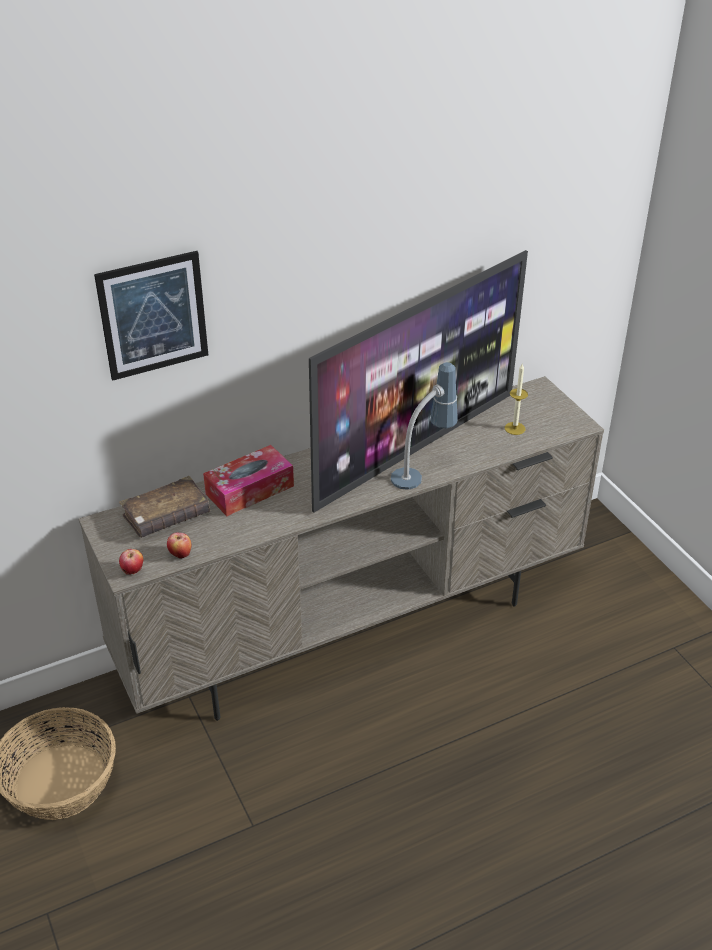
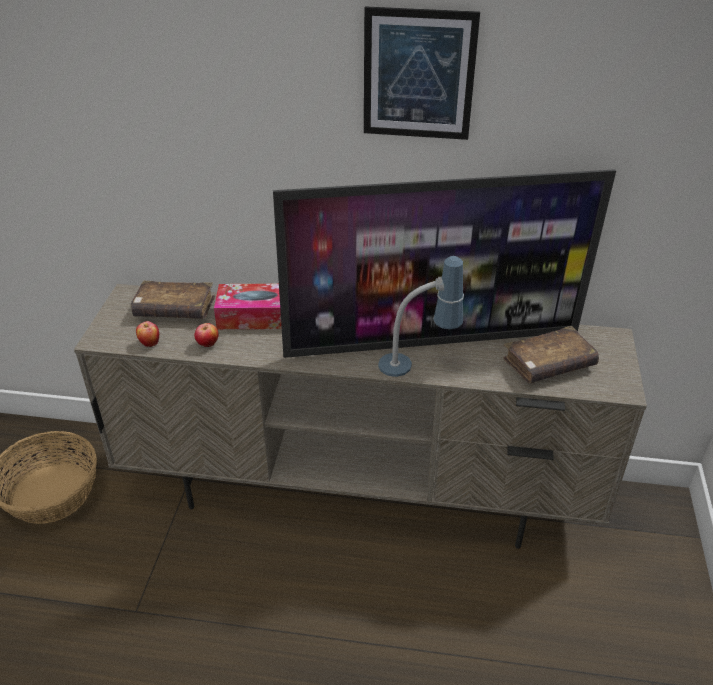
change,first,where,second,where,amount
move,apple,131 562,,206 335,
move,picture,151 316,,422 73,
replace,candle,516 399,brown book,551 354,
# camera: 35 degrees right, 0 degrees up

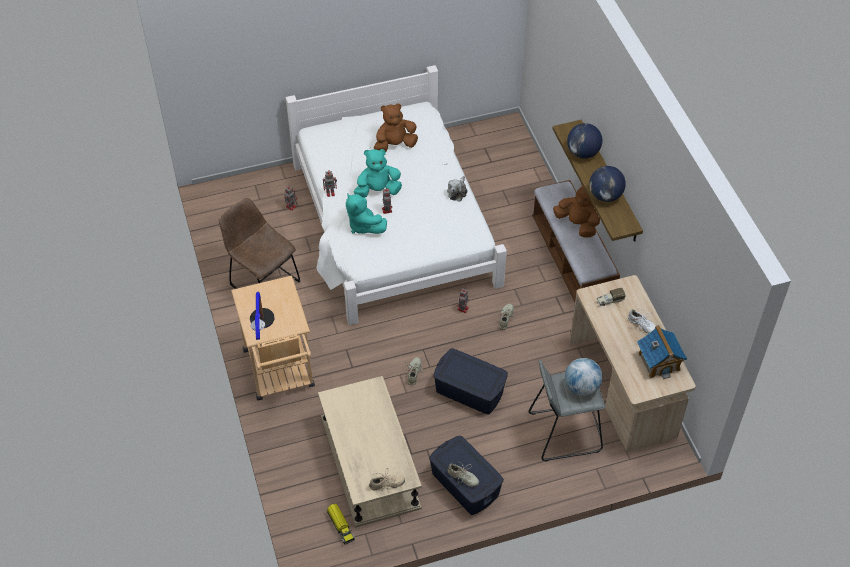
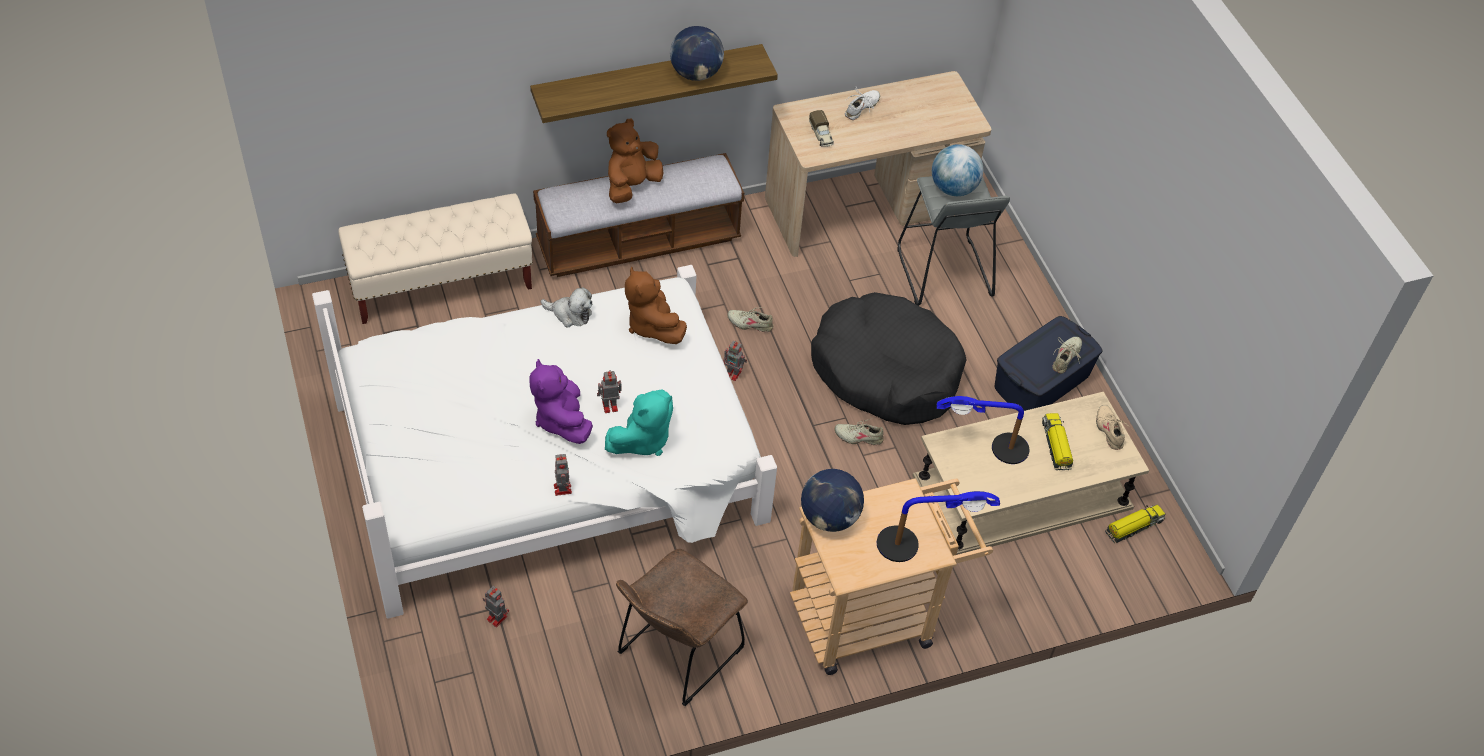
change,first,where,second,where,amount
insert,,,beige bench,435 258,
recolor,turquoise plush toy,378 173,purple plush toy,561 401,
move,brown plush toy,396 127,,656 305,
move,globe,585 140,,832 500,
replace,blue storage box,471 382,black dog bed,889 358,
insert,,,table lamp,982 430,
insert,,,toy truck,1057 441,
delete,toy house,662 352,,,
# camera: 95 degrees left, 0 degrees up

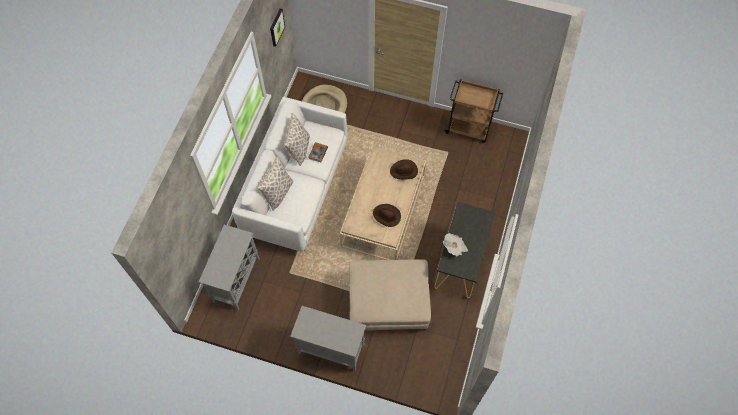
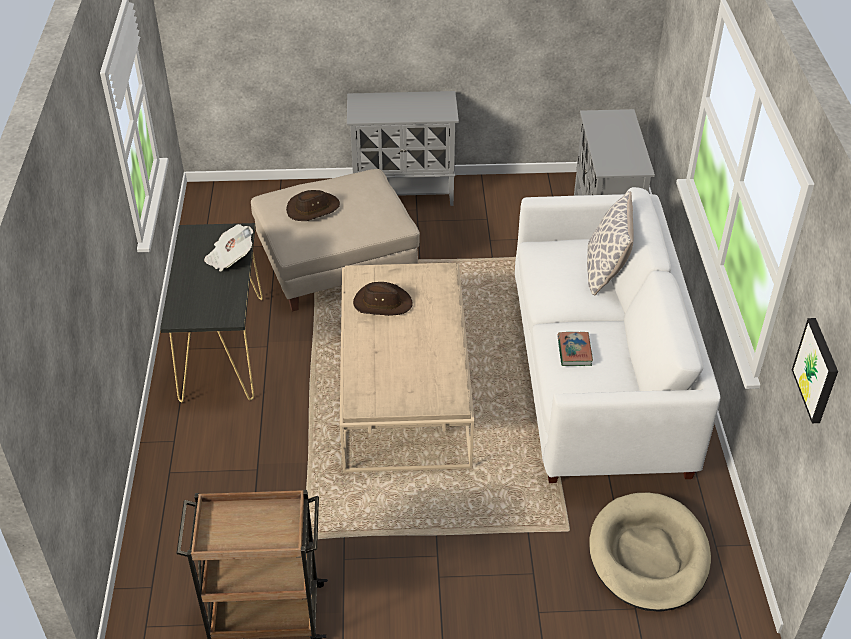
change,first,where,second,where,amount
move,brown hat,404 169,,313 205,
delete,pillow,297 139,,,
# camera: 160 degrees right, 20 degrees down

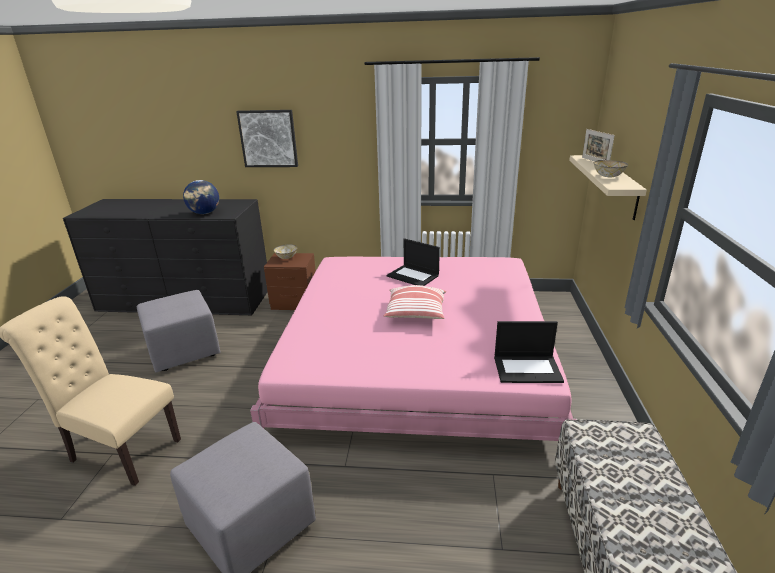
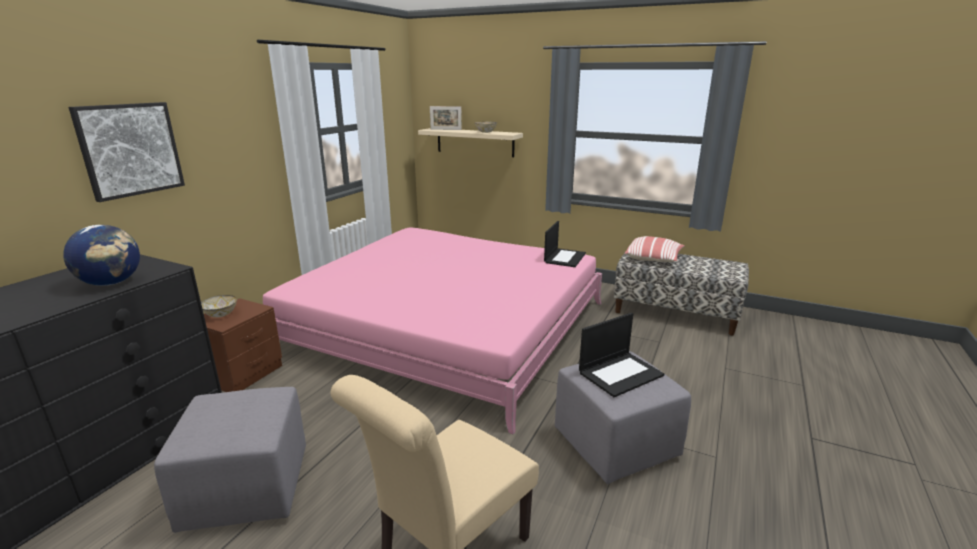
change,first,where,second,where,amount
move,laptop,413 262,,621 355,
move,pillow,415 302,,655 249,
# camera: 70 degrees left, 5 degrees down

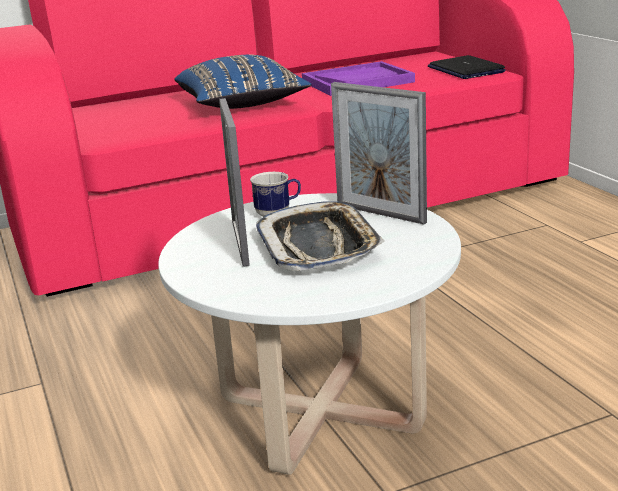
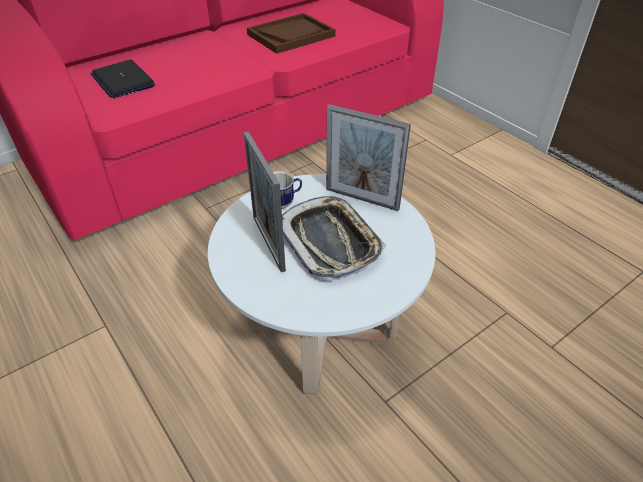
change,first,where,second,where,amount
move,laptop,467 67,,122 79,
recolor,purple tray,358 78,brown tray,291 33,
delete,blue pillow,243 82,,,
# camera: 15 degrees left, 20 degrees up

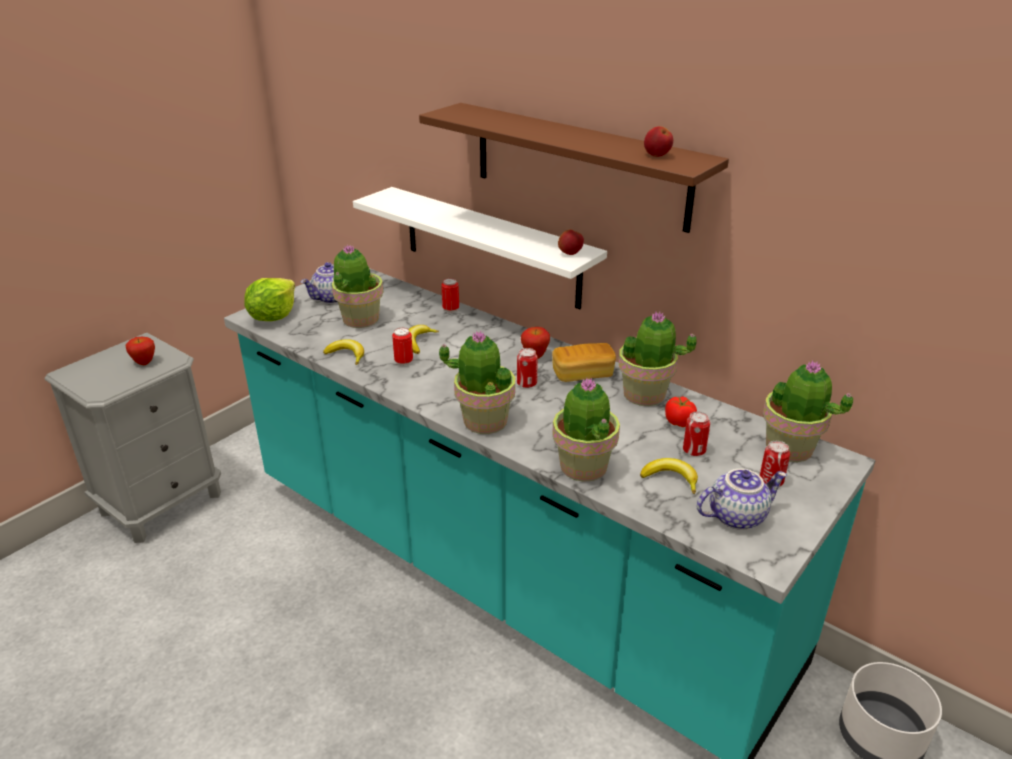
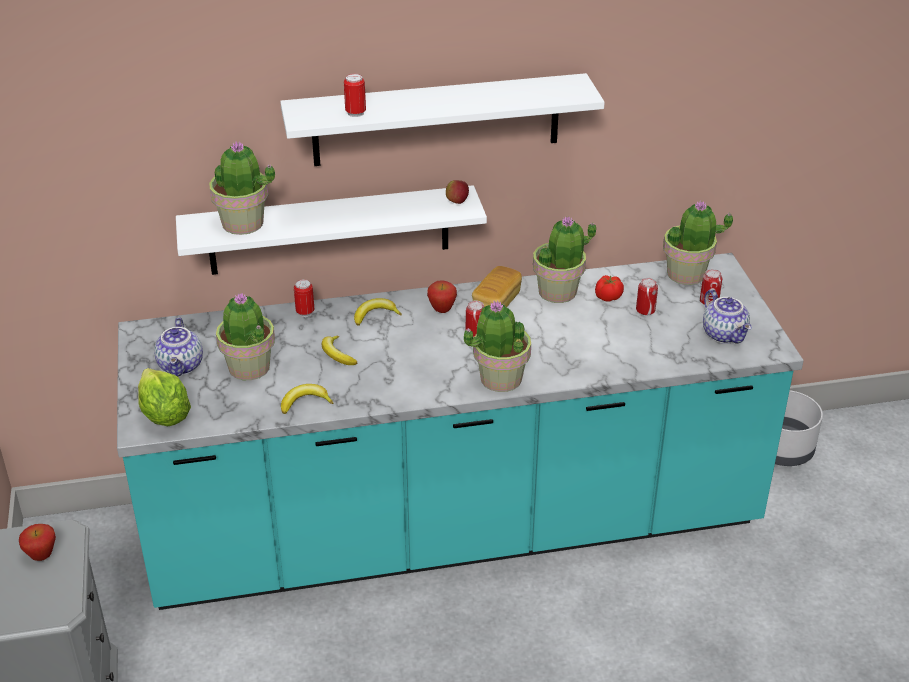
change,first,where,second,where,amount
move,potted plant,586 430,,242 188,
recolor,brown shelf,574 168,white shelf,442 119,
move,can,402 347,,355 95,
move,banana,669 476,,378 312,
rotate,teapot,742 499,,727 316,135 degrees clockwise
delete,apple,658 141,,,
# camera: 50 degrees left, 5 degrees up

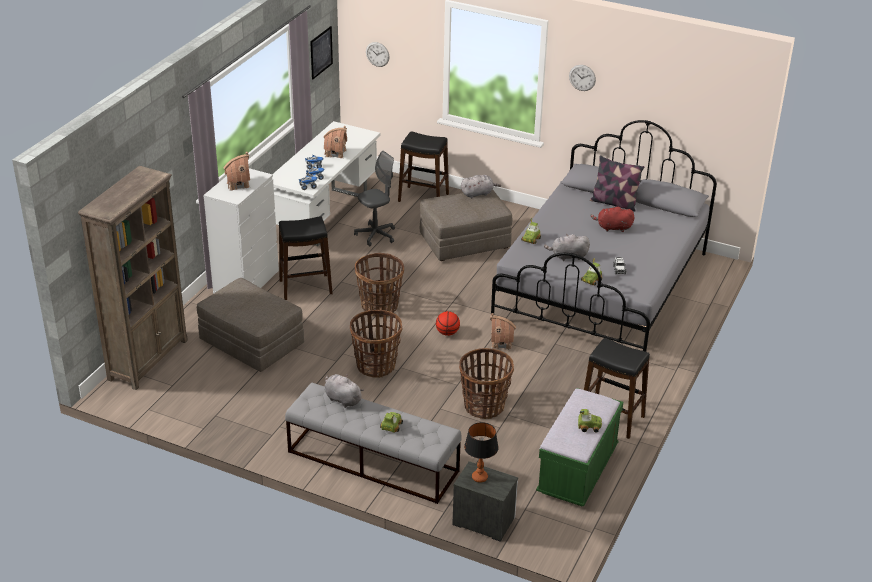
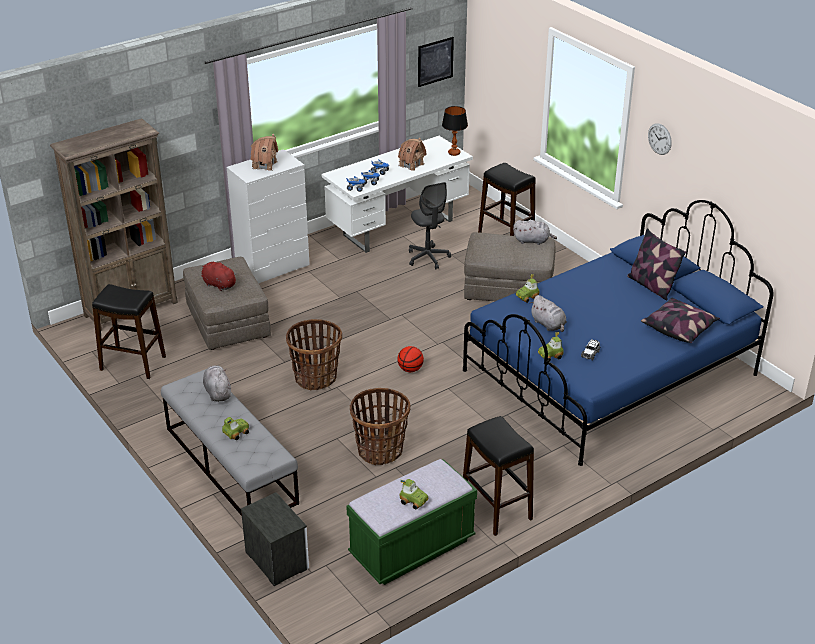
change,first,where,second,where,amount
move,black stool,306 258,,129 331,
move,red plush toy,612 219,,219 276,
rotate,grey office chair,374 198,,430 225,75 degrees clockwise
move,table lamp,481 452,,455 131,
recolor,grey bed,603 236,blue bed,618 333,
rotate,grey plush toy,567 247,,548 313,150 degrees counterclockwise
insert,,,pillow,680 320,
delete,basket,379 285,,,
delete,wall clock,378 54,,,
delete,toy house,503 331,,,
# camera: 30 degrees right, 0 degrees up

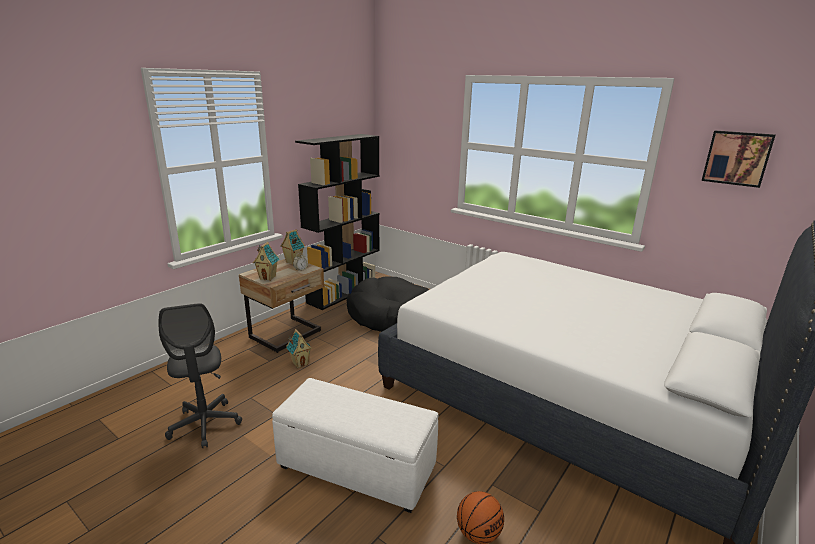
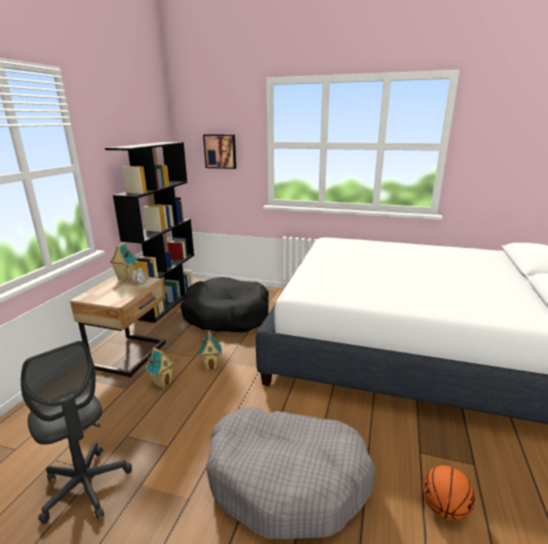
change,first,where,second,where,amount
move,toy house,266 261,,210 350,
move,picture,739 159,,219 151,
replace,white ottoman,355 445,grey dog bed,291 473,
# camera: 20 degrees left, 0 degrees up

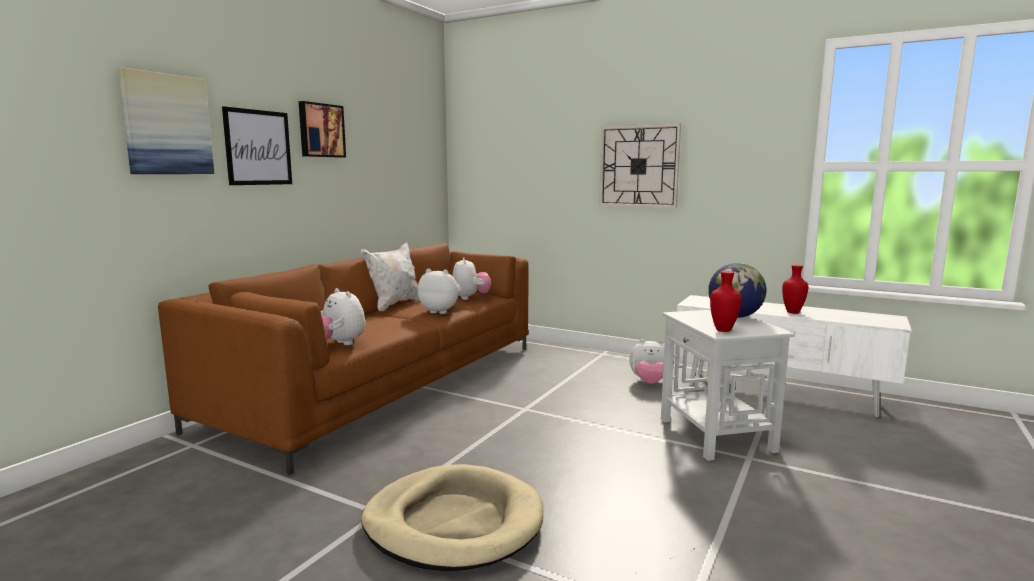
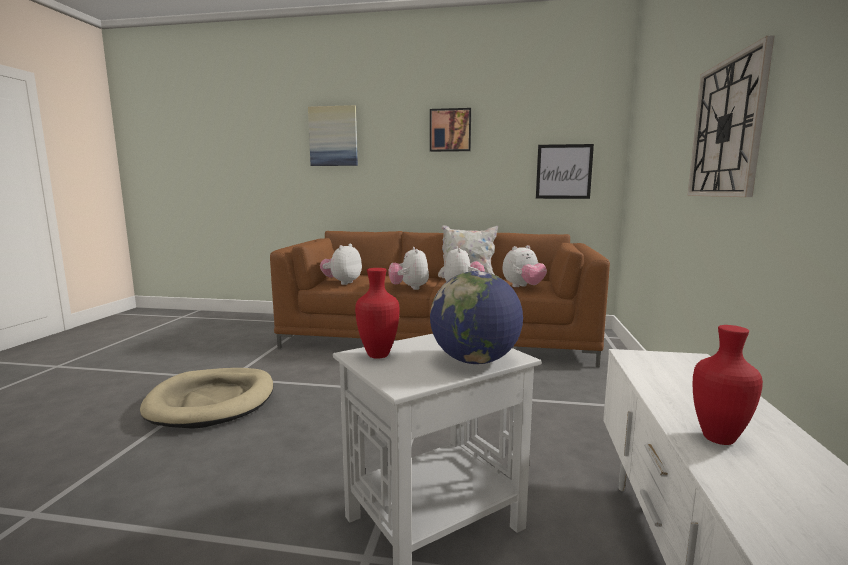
change,first,where,second,where,amount
move,plush toy,646 361,,408 268,
move,picture,257 145,,565 171,
# camera: 70 degrees right, 0 degrees up

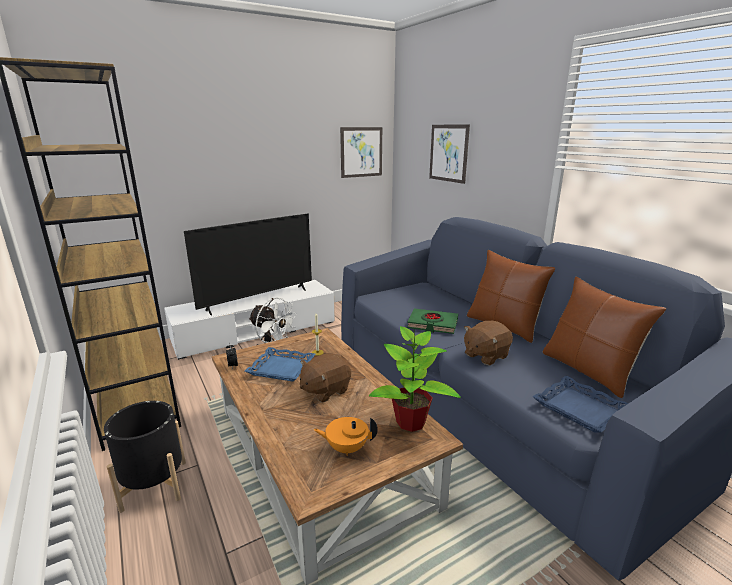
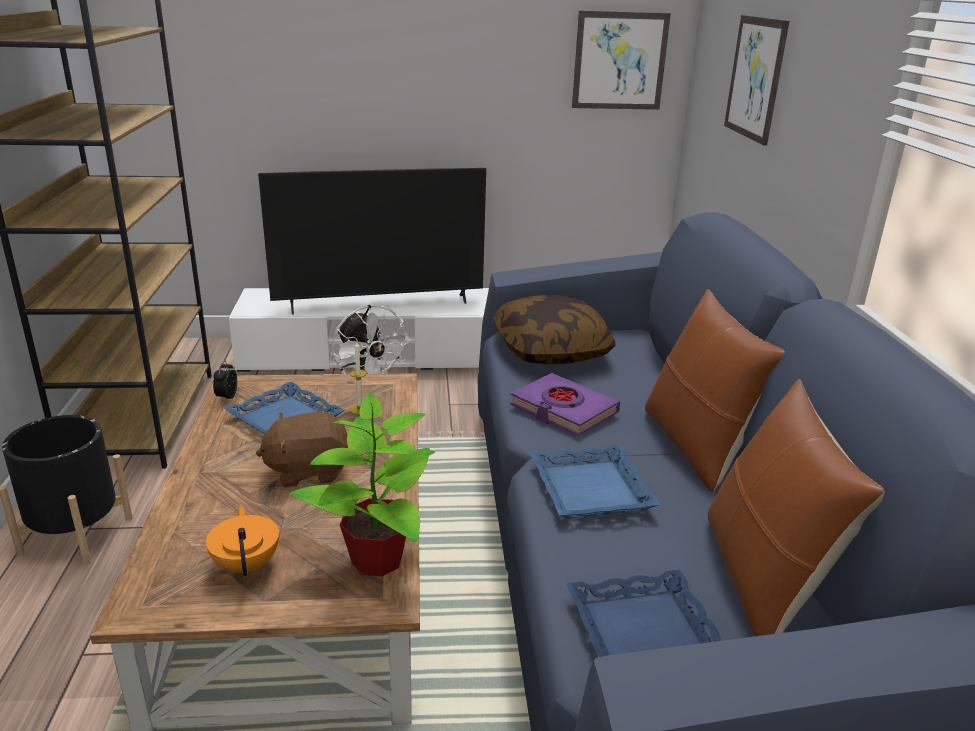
change,first,where,second,where,amount
rotate,orange teapot,345 436,,242 540,45 degrees clockwise
insert,,,pillow,554 330,
recolor,green book,432 321,purple book,565 404,
replace,brown plush toy,488 343,blue tray,595 482,
# camera: 25 degrees right, 5 degrees up

